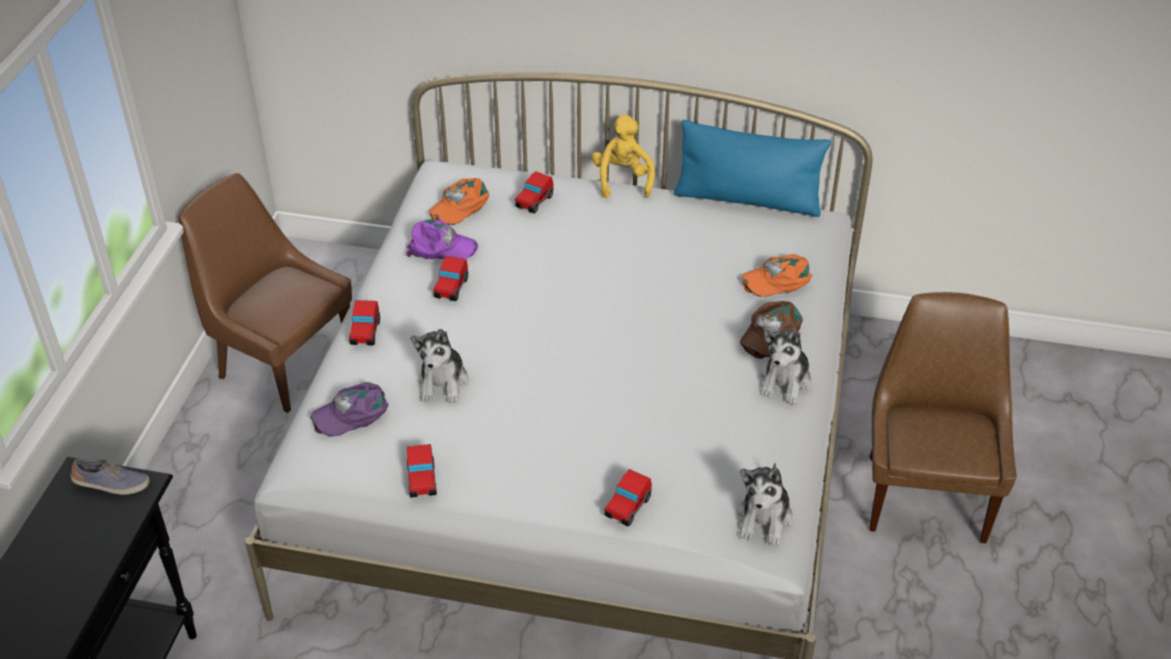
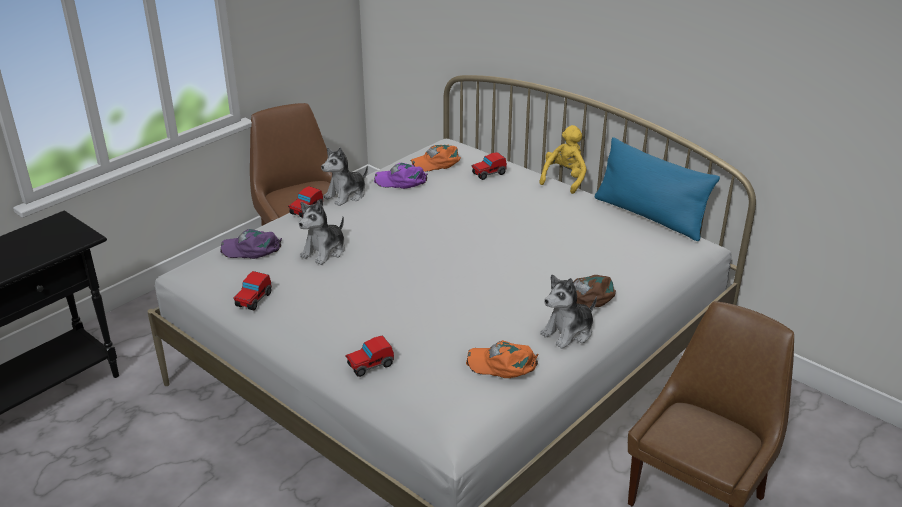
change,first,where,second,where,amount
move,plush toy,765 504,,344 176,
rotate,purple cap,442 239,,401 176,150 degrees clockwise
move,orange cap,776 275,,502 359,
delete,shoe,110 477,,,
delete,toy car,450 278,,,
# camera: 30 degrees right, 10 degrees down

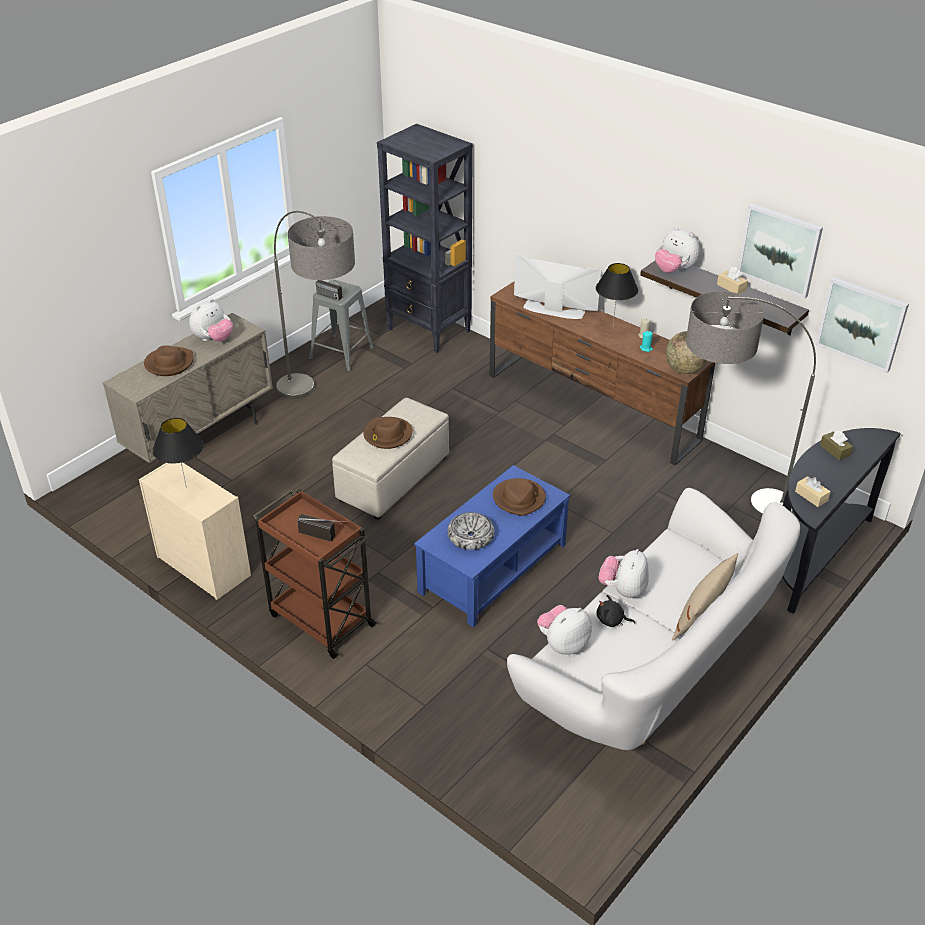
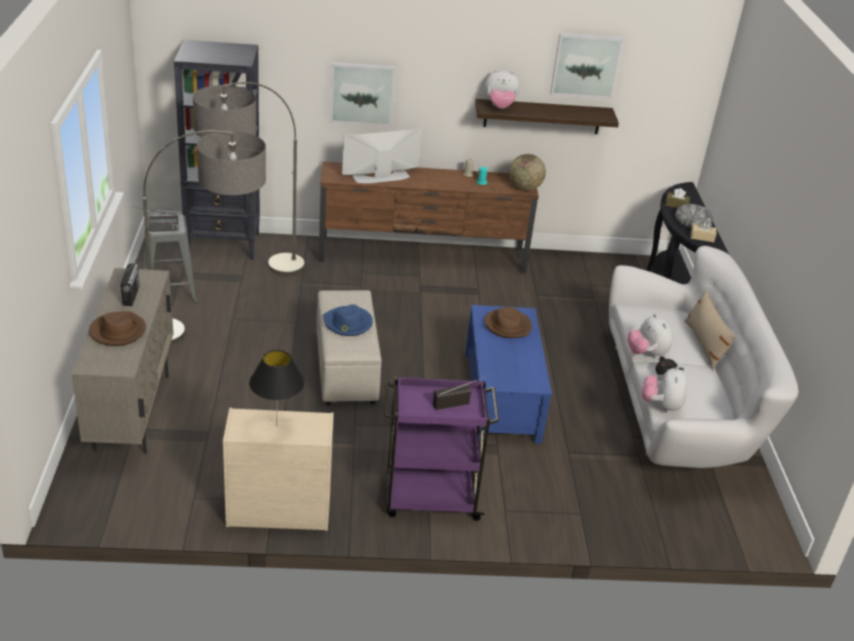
change,first,where,second,where,amount
replace,plush toy,211 320,radio,130 285,
move,floor lamp,751 404,,249 179,
recolor,brown hat,388 433,blue hat,348 320,
move,picture,862 325,,362 94,
recolor,brown cart,315 574,purple cart,442 449,
move,bowl,471 531,,694 216,
delete,black table lamp,617 294,,,
delete,beige tissue box,732 280,,,
# camera: 45 degrees left, 5 degrees down

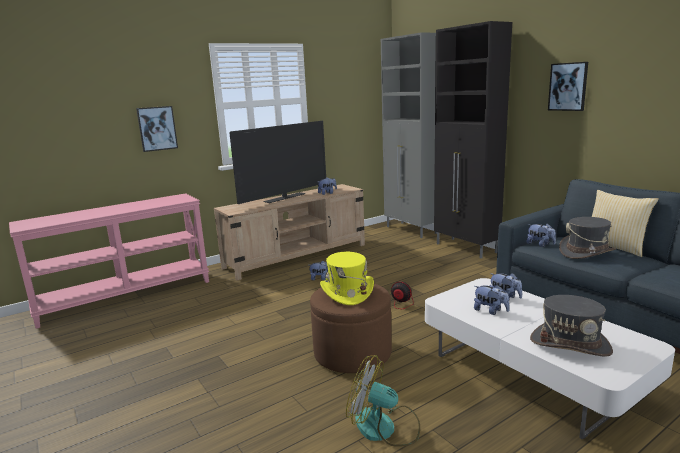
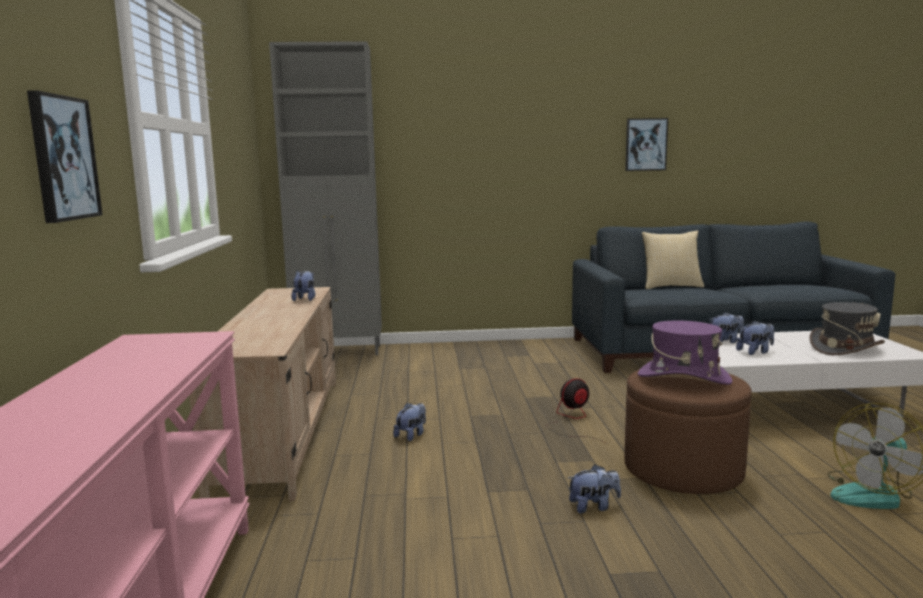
change,first,where,second,where,amount
move,plush toy,541 235,,594 488,
move,picture,568 86,,646 144,
recolor,yellow hat,347 278,purple hat,685 352,
delete,television,277 162,,,
delete,black cabinet,473 139,,,
delete,grey hat,587 238,,,
# camera: 60 degrees left, 5 degrees down

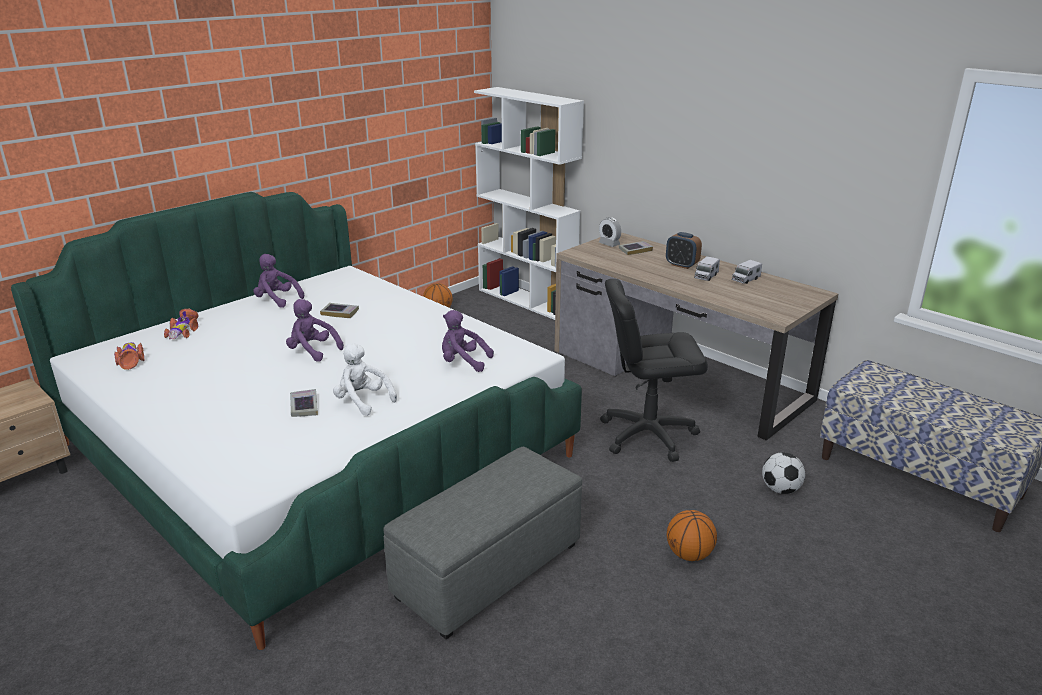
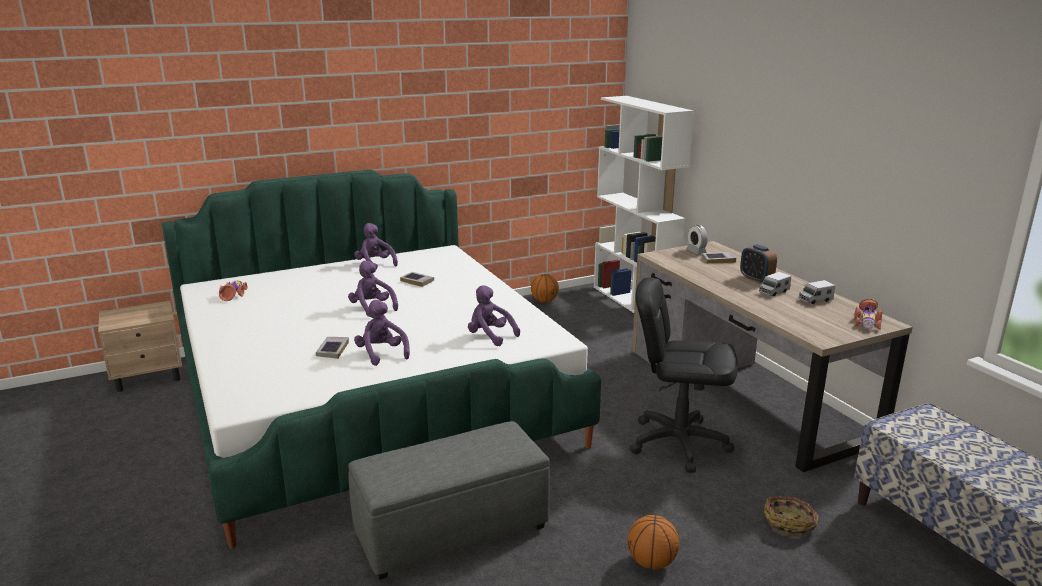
change,first,where,second,where,amount
recolor,white plush toy,365 379,purple plush toy,382 333,
replace,football,783 473,basket,791 516,
move,toy car,181 324,,868 314,
# camera: 20 degrees right, 5 degrees down

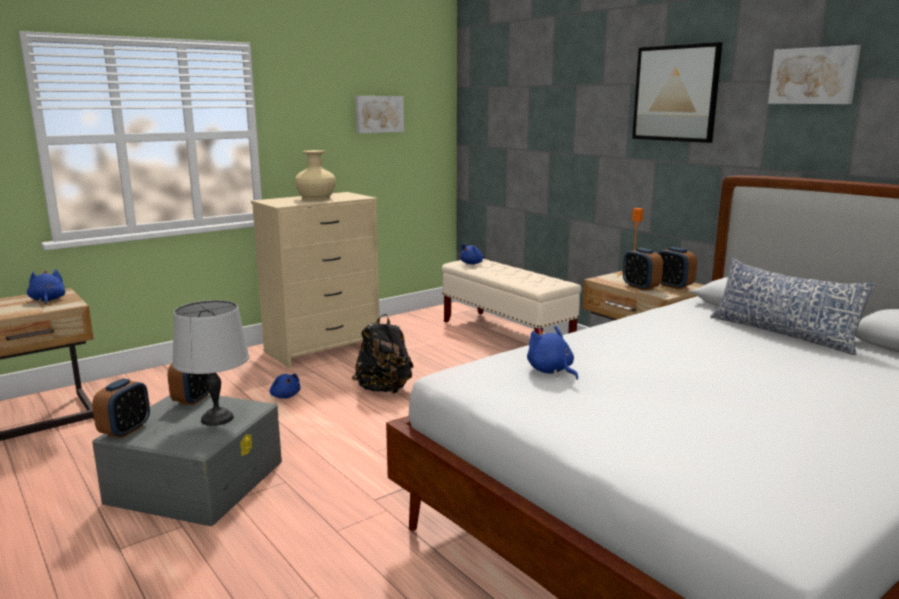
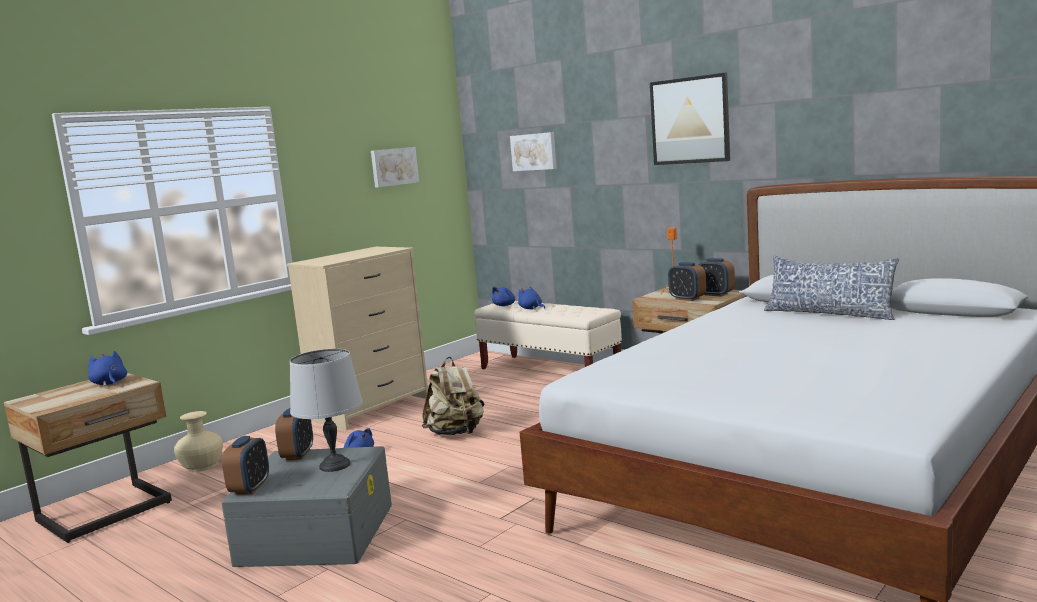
change,first,where,second,where,amount
move,beige vase,315 175,,198 441,
recolor,black backpack,383 354,beige backpack,453 396,
move,picture,814 74,,533 151,
move,blue plush toy,552 353,,531 298,
# camera: 10 degrees left, 5 degrees down

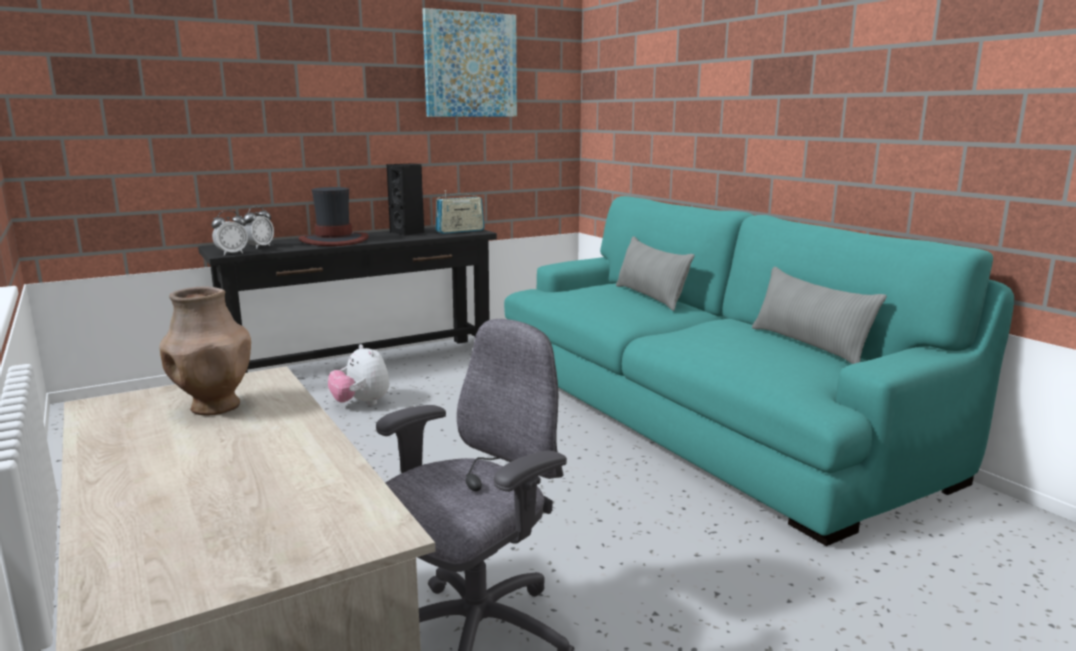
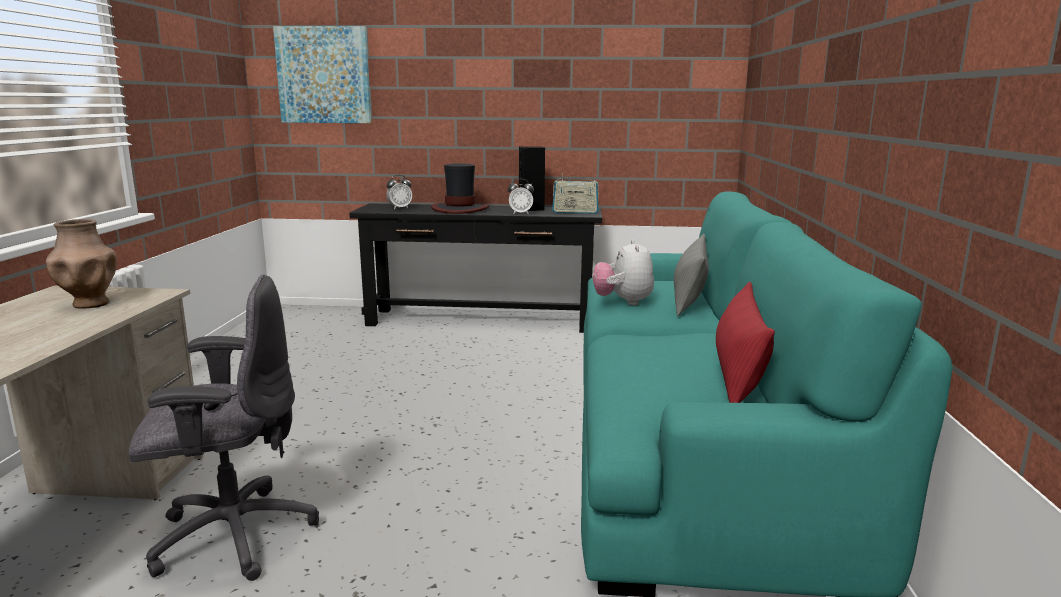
change,first,where,second,where,amount
move,picture,469 62,,322 74,
move,alarm clock,230 233,,521 196,
move,plush toy,358 374,,623 272,
recolor,grey pillow,819 315,red pillow,745 342,
# camera: 35 degrees right, 0 degrees up

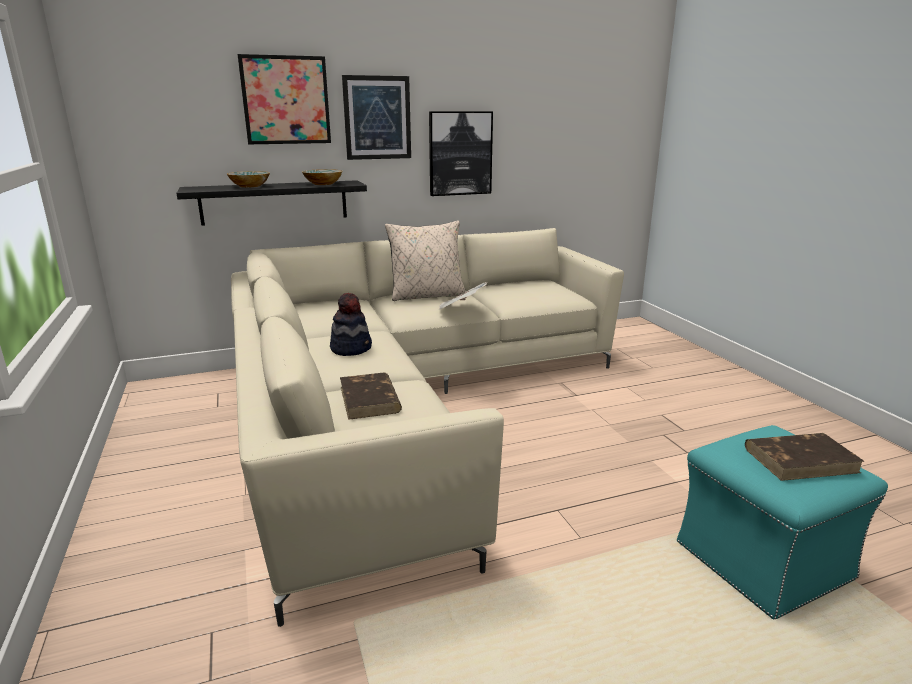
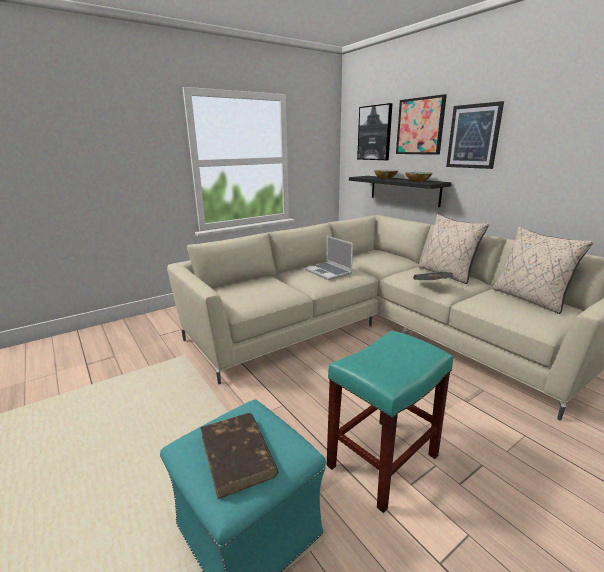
change,first,where,second,where,amount
replace,hat,351 324,laptop,329 258,
insert,,,turquoise stool,390 421,
move,picture,461 153,,375 131,
insert,,,beige pillow,543 270,
delete,brown book,371 396,,,
# camera: 75 degrees right, 0 degrees up

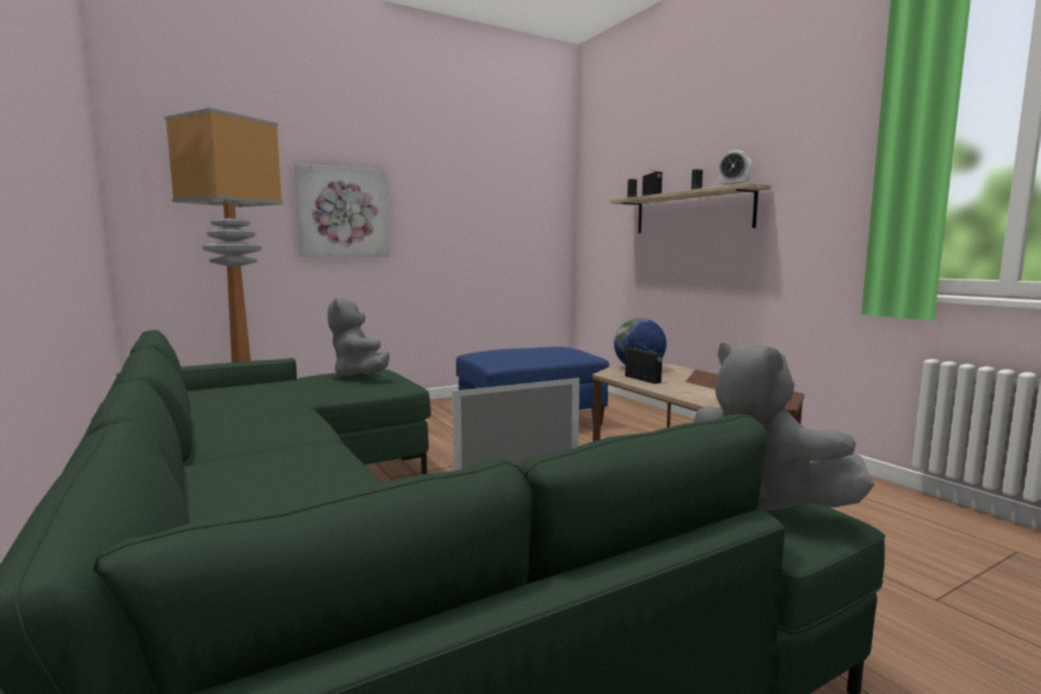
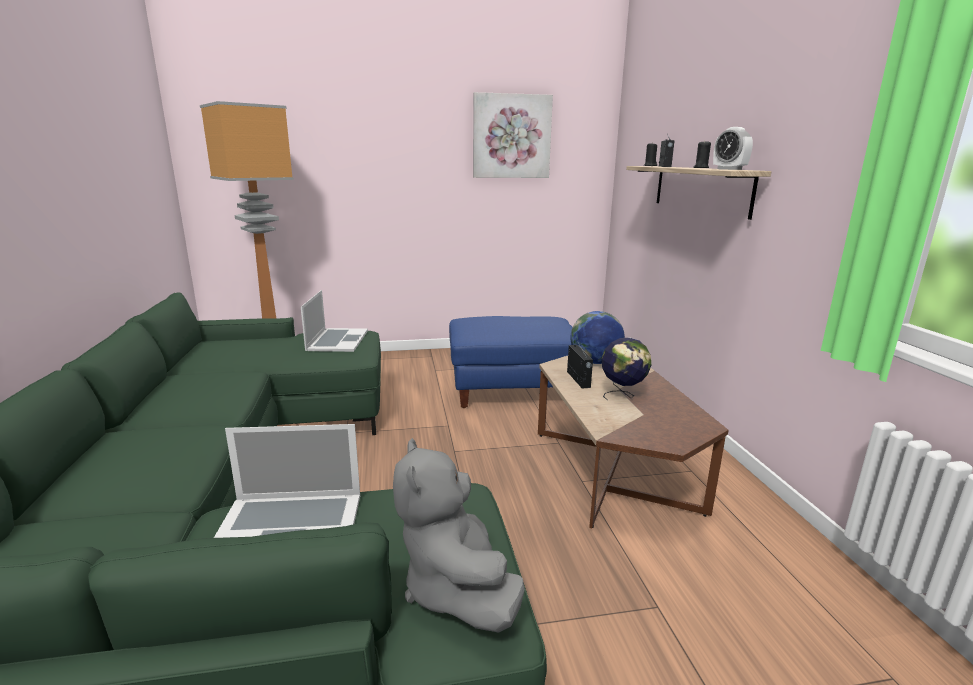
change,first,where,second,where,amount
replace,grey plush toy,359 338,laptop,334 321,
move,picture,342 210,,513 135,
insert,,,globe,626 368,
# camera: 20 degrees right, 10 degrees up

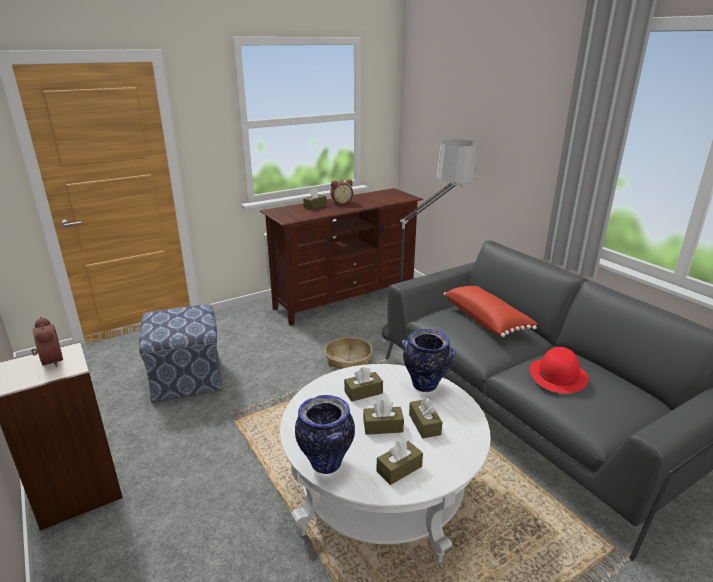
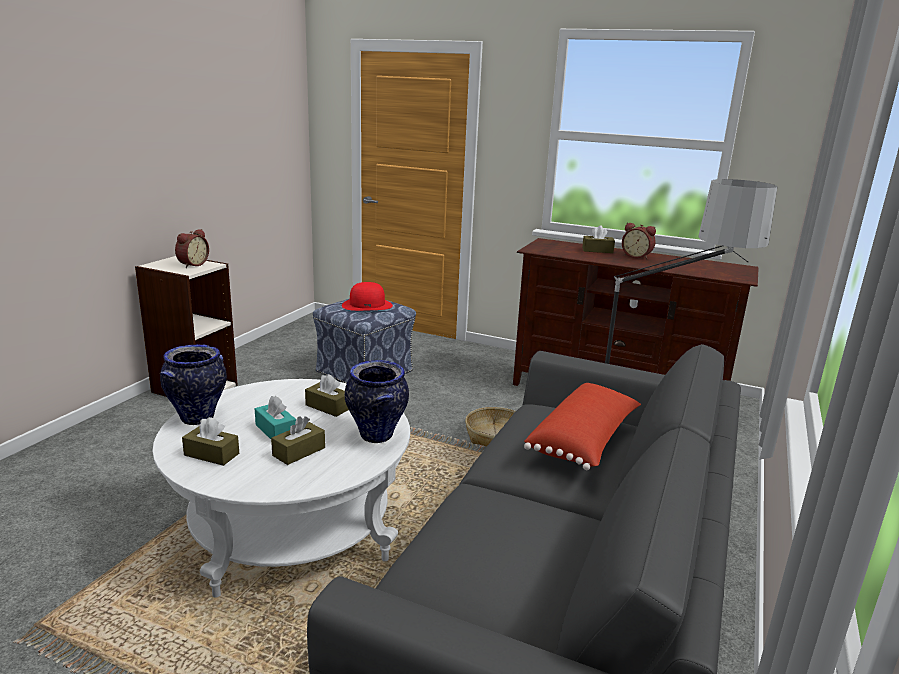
change,first,where,second,where,amount
recolor,brown tissue box,383 417,turquoise tissue box,275 417,
move,red hat,559 370,,367 296,
# camera: 55 degrees right, 5 degrees down

